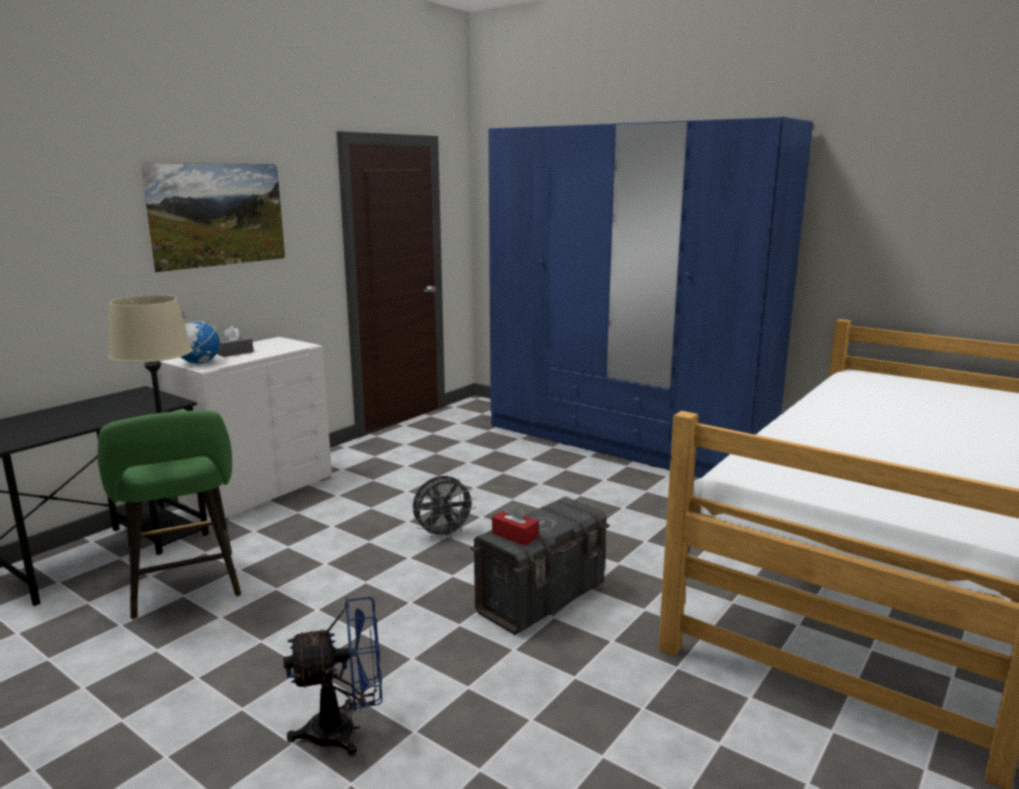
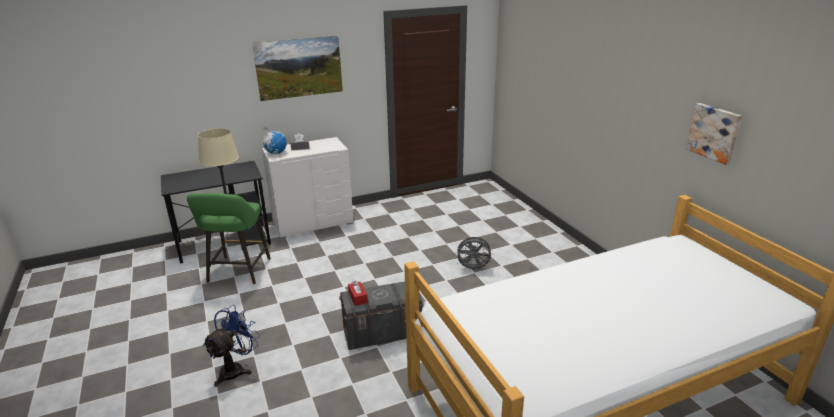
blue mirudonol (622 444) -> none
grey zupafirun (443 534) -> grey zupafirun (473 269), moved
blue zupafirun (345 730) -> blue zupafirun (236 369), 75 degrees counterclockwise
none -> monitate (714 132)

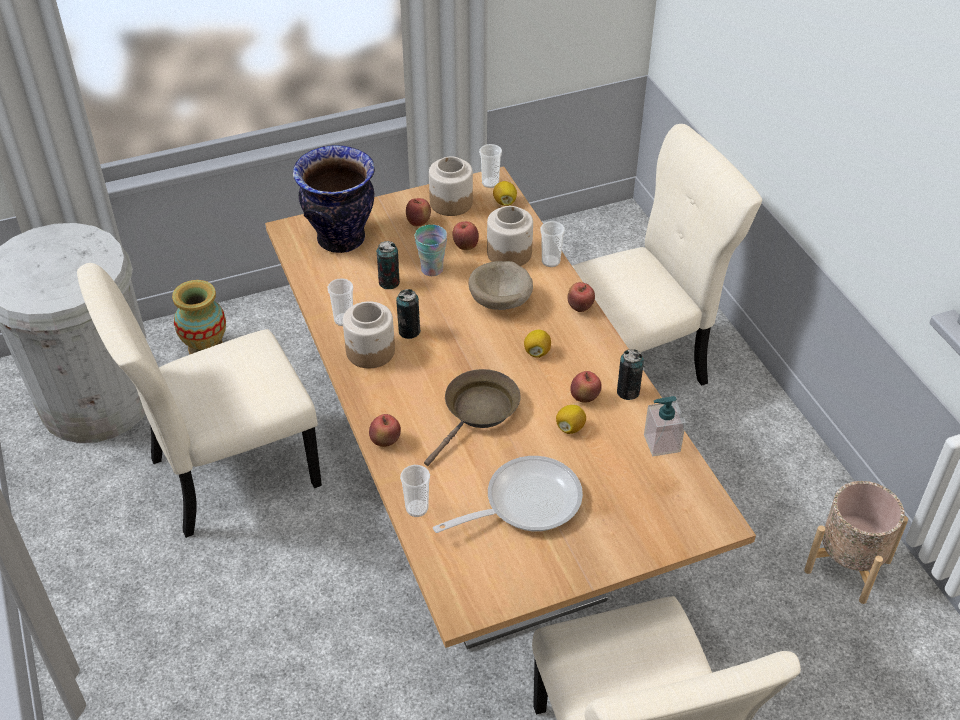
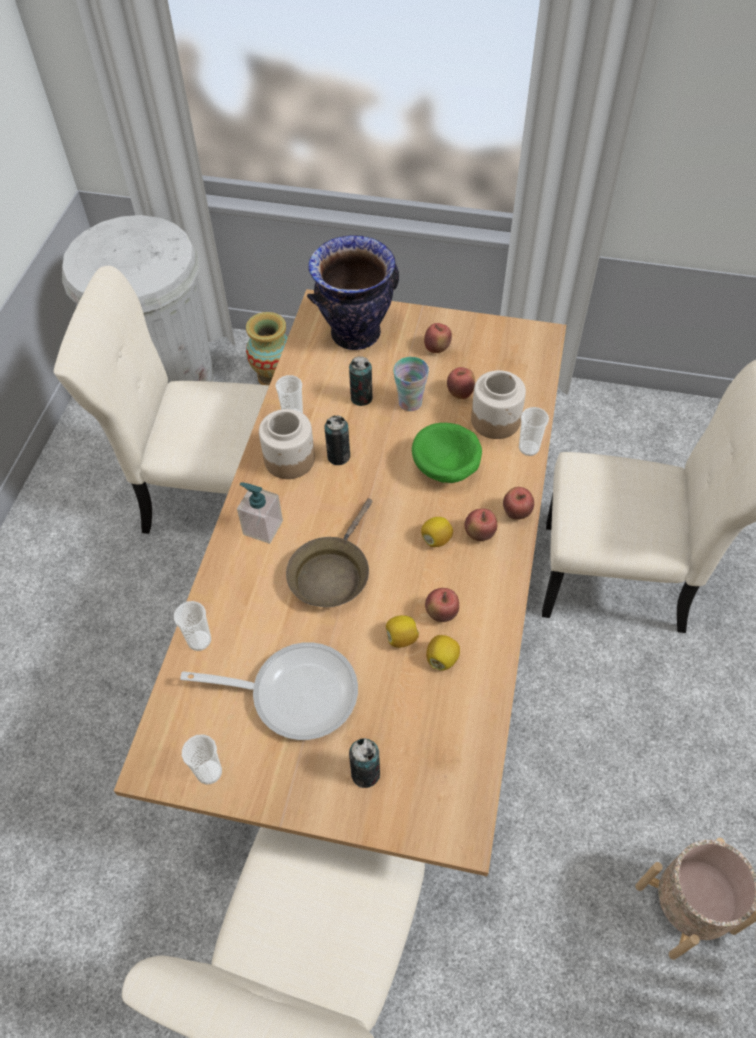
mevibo (490 183) -> mevibo (209 772), moved
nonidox (451 202) -> none
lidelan (505 202) -> lidelan (442 658), moved
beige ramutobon (501 302) -> green ramutobon (446 469)
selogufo (628 392) -> selogufo (365 774), moved
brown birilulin (478 412) -> brown birilulin (331 573), 135 degrees clockwise
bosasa (661 443) -> bosasa (262 527), moved
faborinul (385 441) -> faborinul (479 534), moved

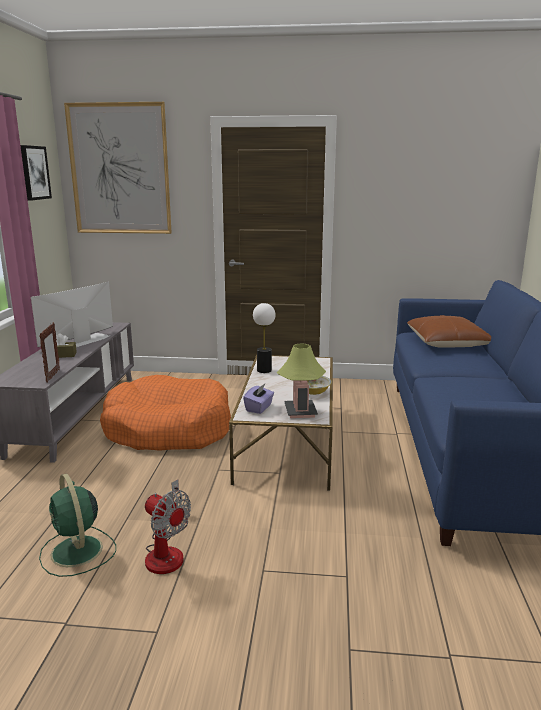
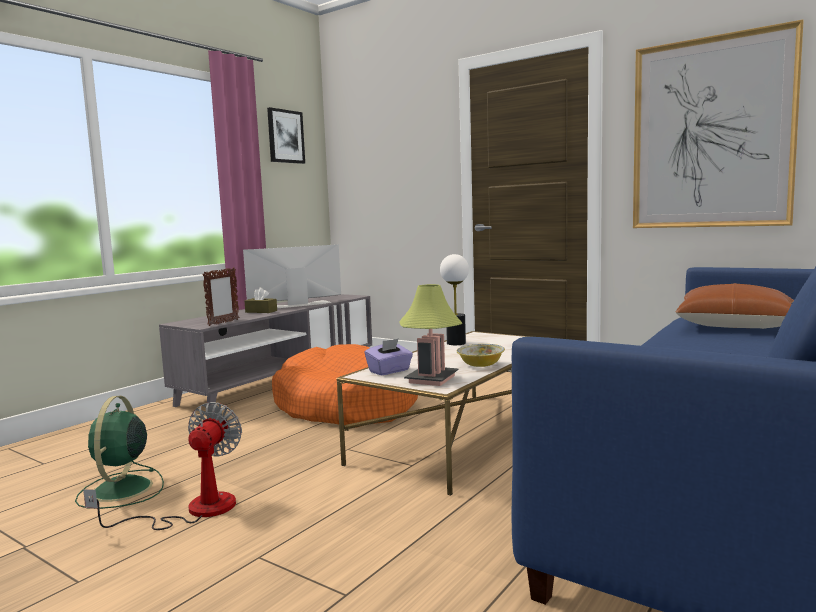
monitate (120 169) -> monitate (711 133), moved
zupafirun (167 551) -> zupafirun (193 511), 150 degrees counterclockwise

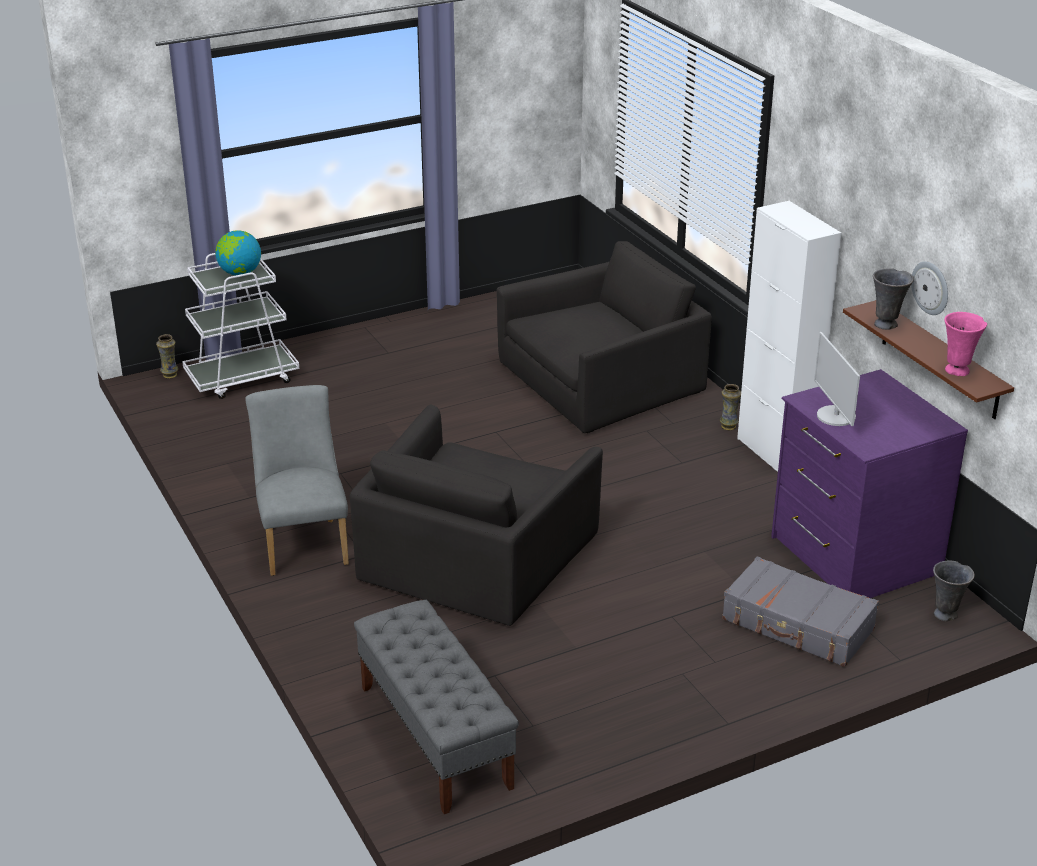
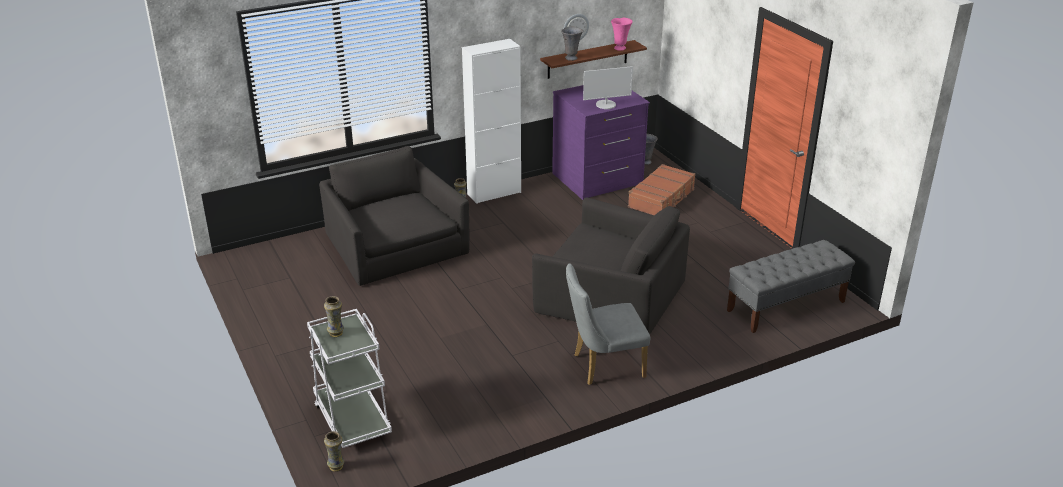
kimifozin (240 273) -> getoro (336 333)
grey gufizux (797 625) -> brown gufizux (662 198)

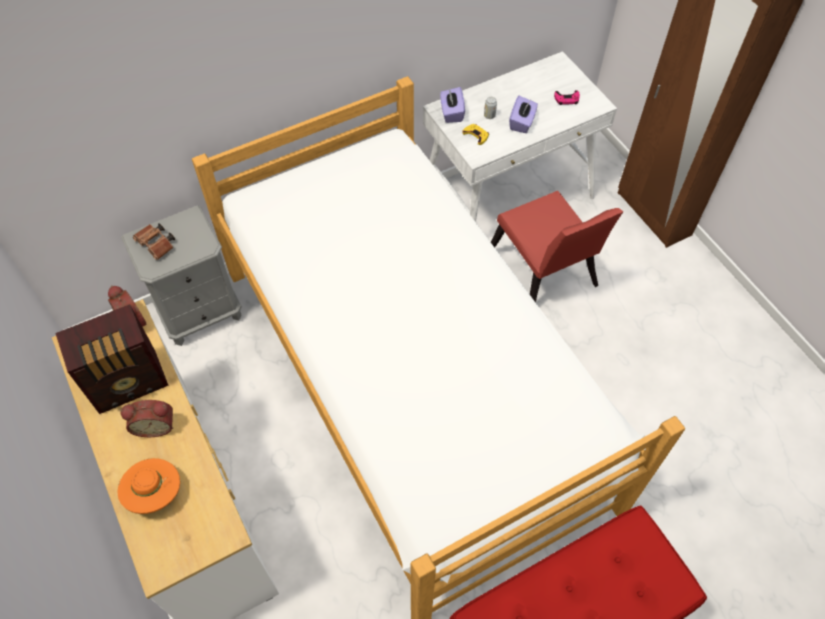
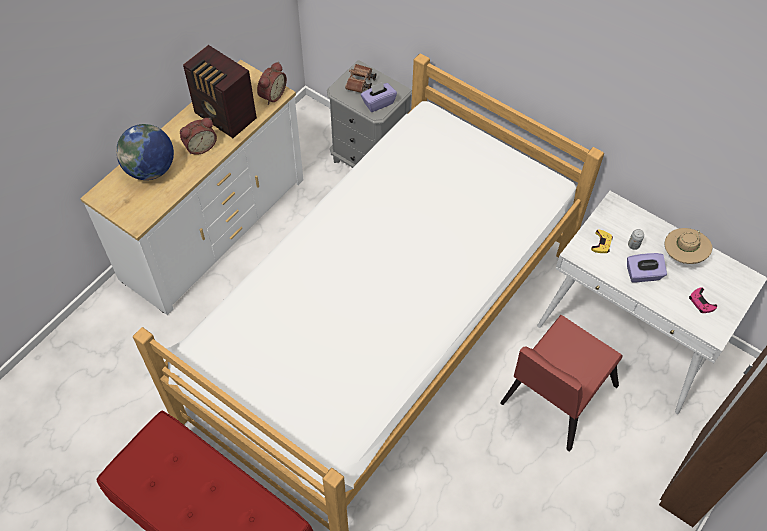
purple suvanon (451 113) -> purple suvanon (378 103), moved
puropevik (155 425) -> puropevik (200 146), 90 degrees counterclockwise
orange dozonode (155 493) -> kimifozin (150 169)
none -> beige dozonode (683 255)

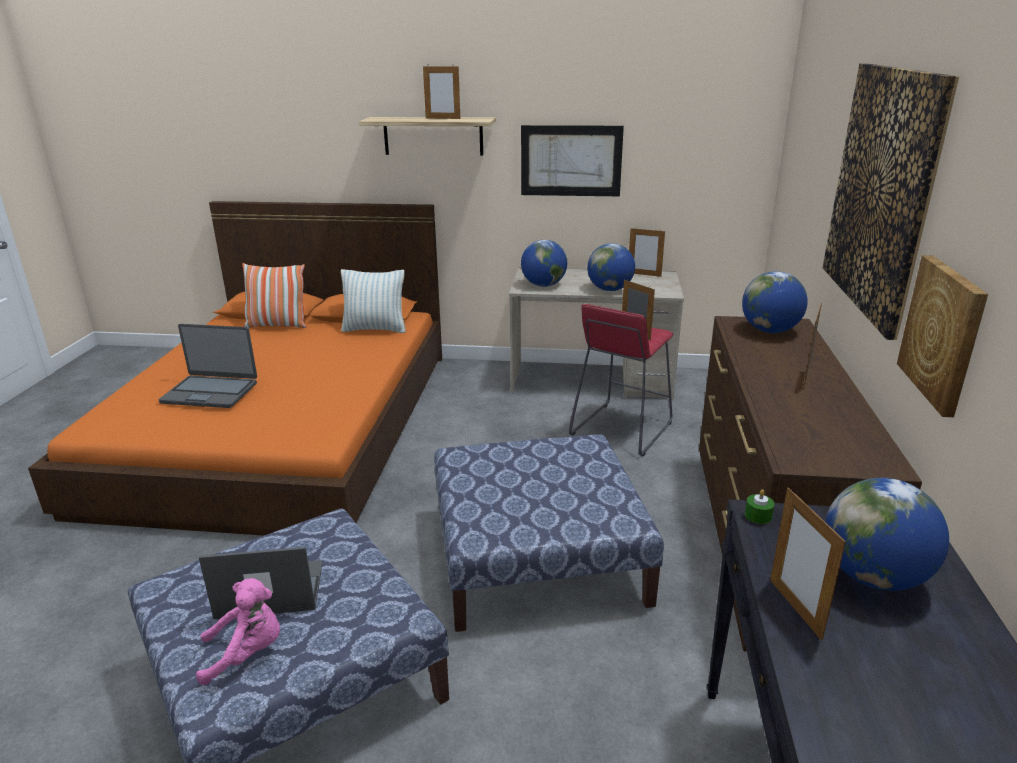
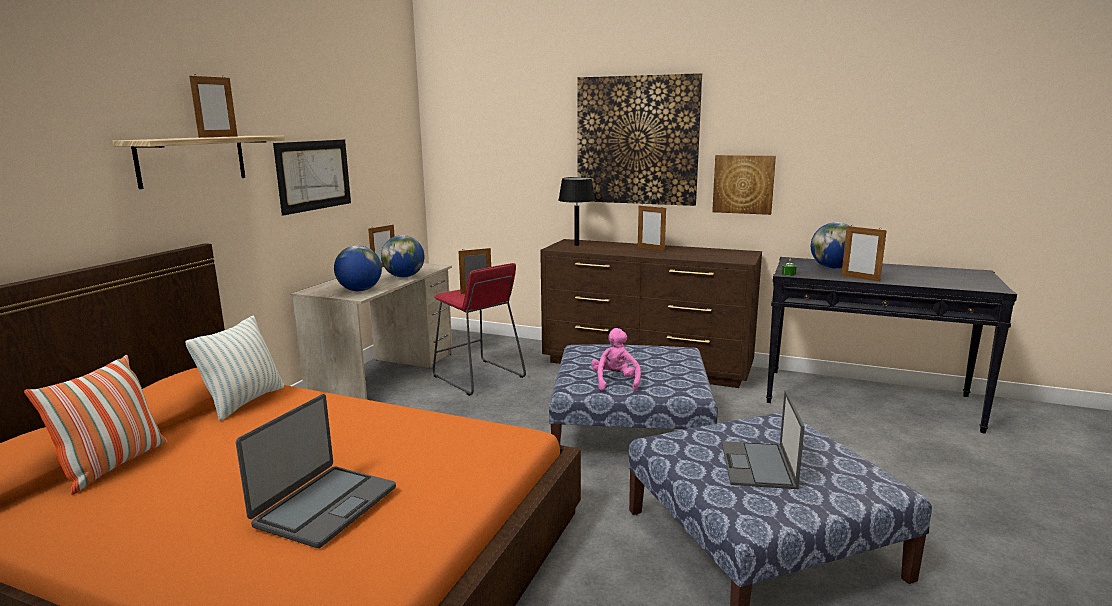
kimifozin (770 331) -> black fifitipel (577 245)
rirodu (795 608) -> rirodu (860 278), 45 degrees clockwise
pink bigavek (247 653) -> pink bigavek (615 382), moved

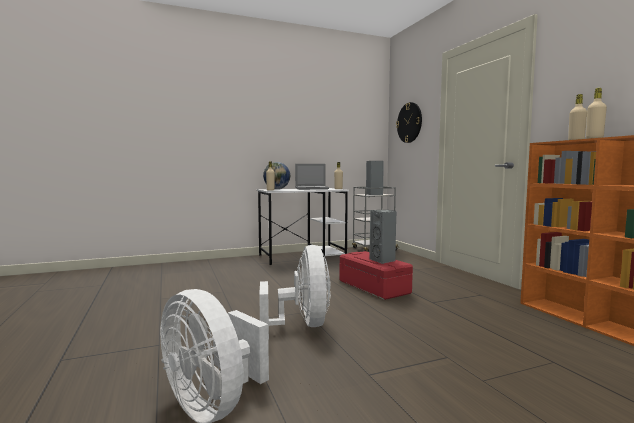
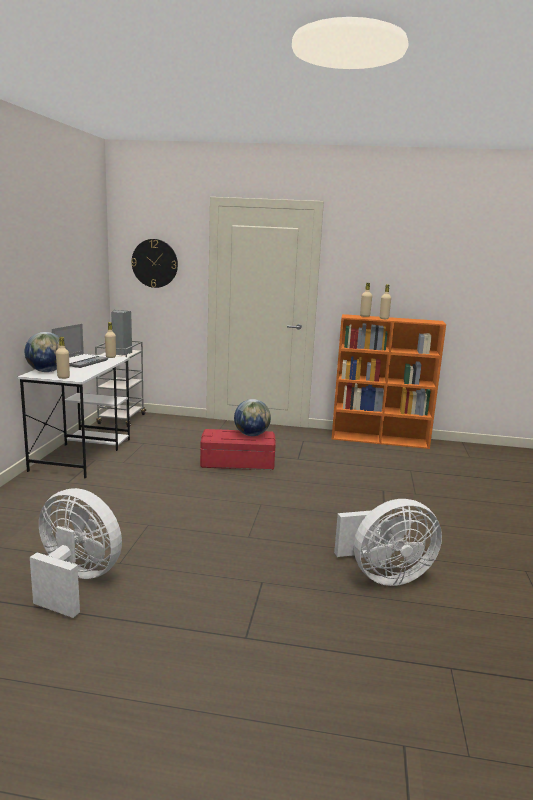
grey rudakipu (383 260) -> kimifozin (251 435)
white zupafirun (302 325) -> white zupafirun (76 582), moved

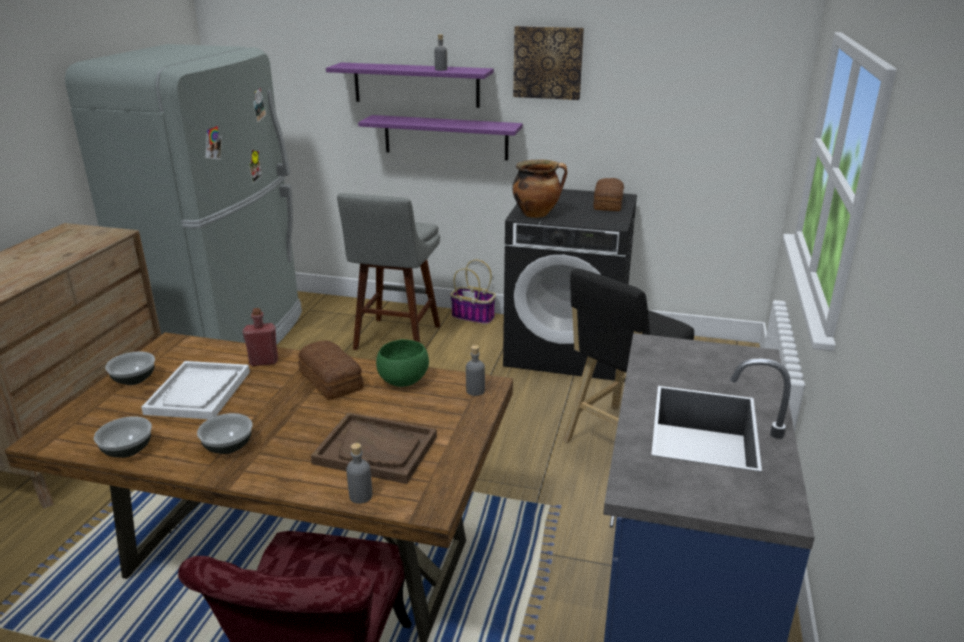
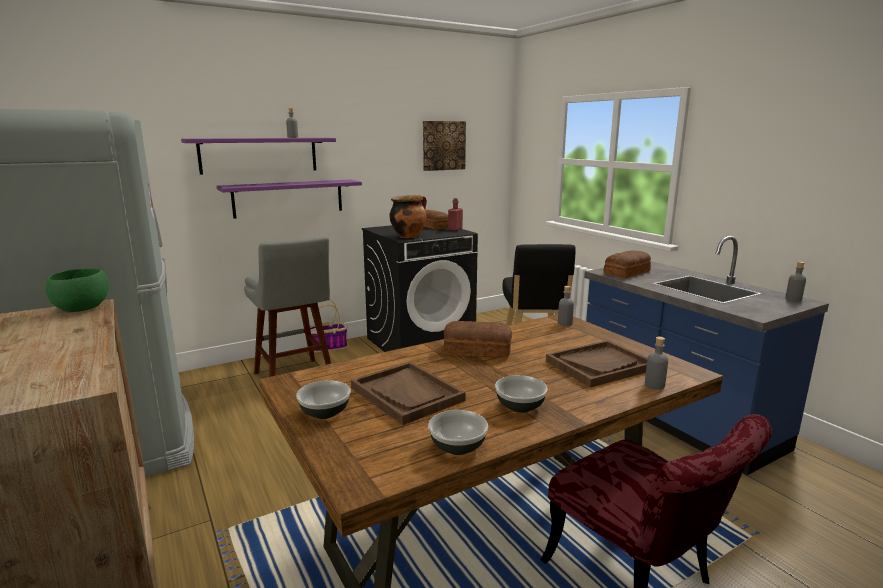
monitate (548 62) -> monitate (443 145), moved
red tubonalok (264 361) -> red tubonalok (455 229), moved
green ramutobon (402 381) -> green ramutobon (82 309), moved
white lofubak (199 392) -> brown lofubak (407 394)
none -> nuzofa (628 273)
none -> grey tubonalok (793 299)

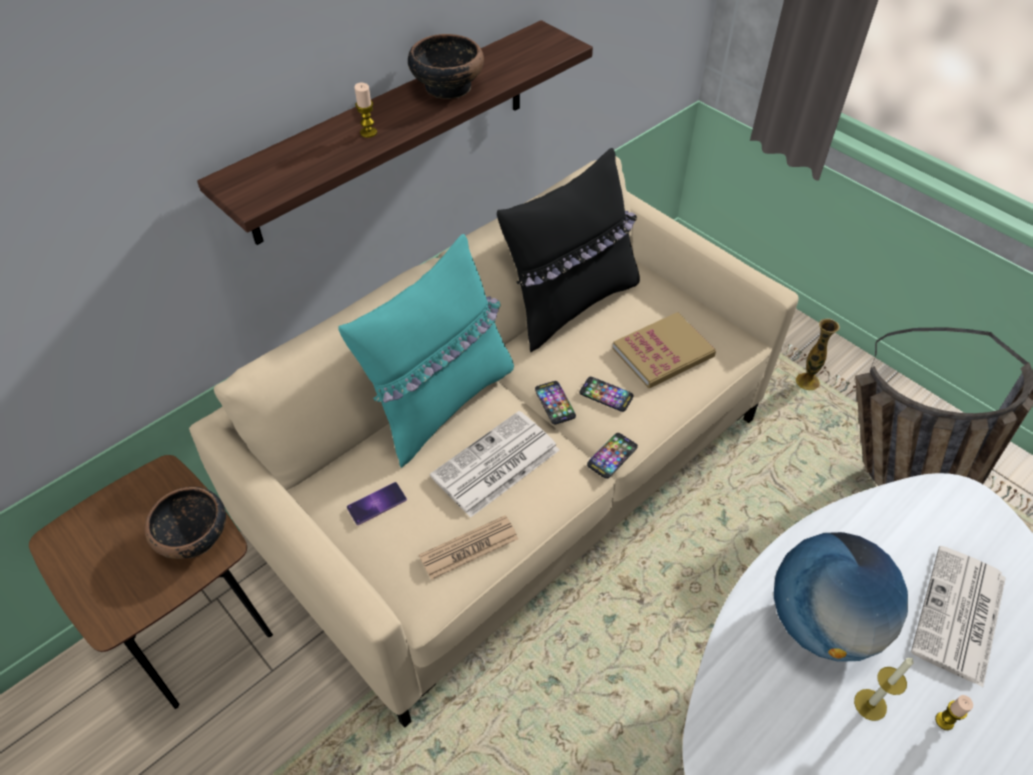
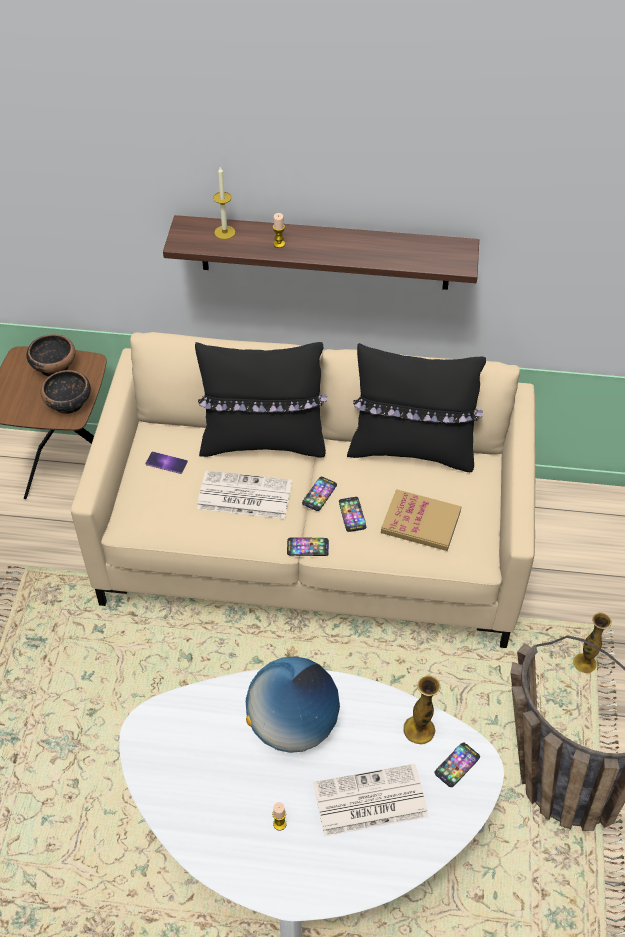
ramutobon (447 86) -> ramutobon (54 366), moved
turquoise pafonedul (441 402) -> black pafonedul (263 441)
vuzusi (469 548) -> none
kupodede (870 704) -> kupodede (224 232), moved
none -> getoro (419 730)
none -> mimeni (457 765)

